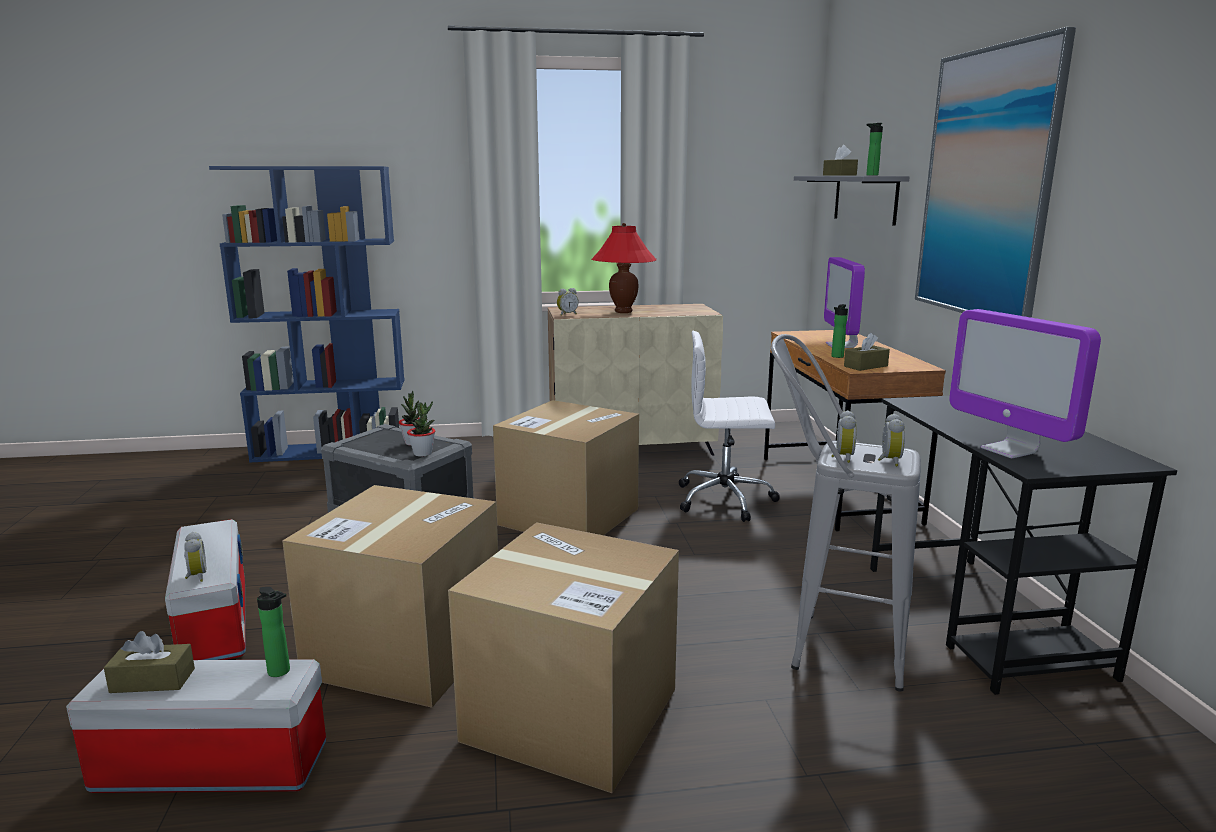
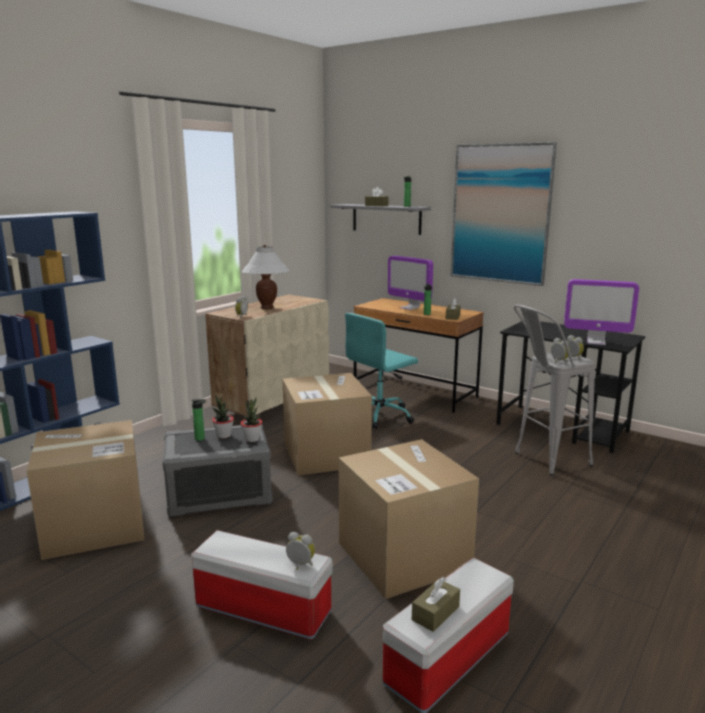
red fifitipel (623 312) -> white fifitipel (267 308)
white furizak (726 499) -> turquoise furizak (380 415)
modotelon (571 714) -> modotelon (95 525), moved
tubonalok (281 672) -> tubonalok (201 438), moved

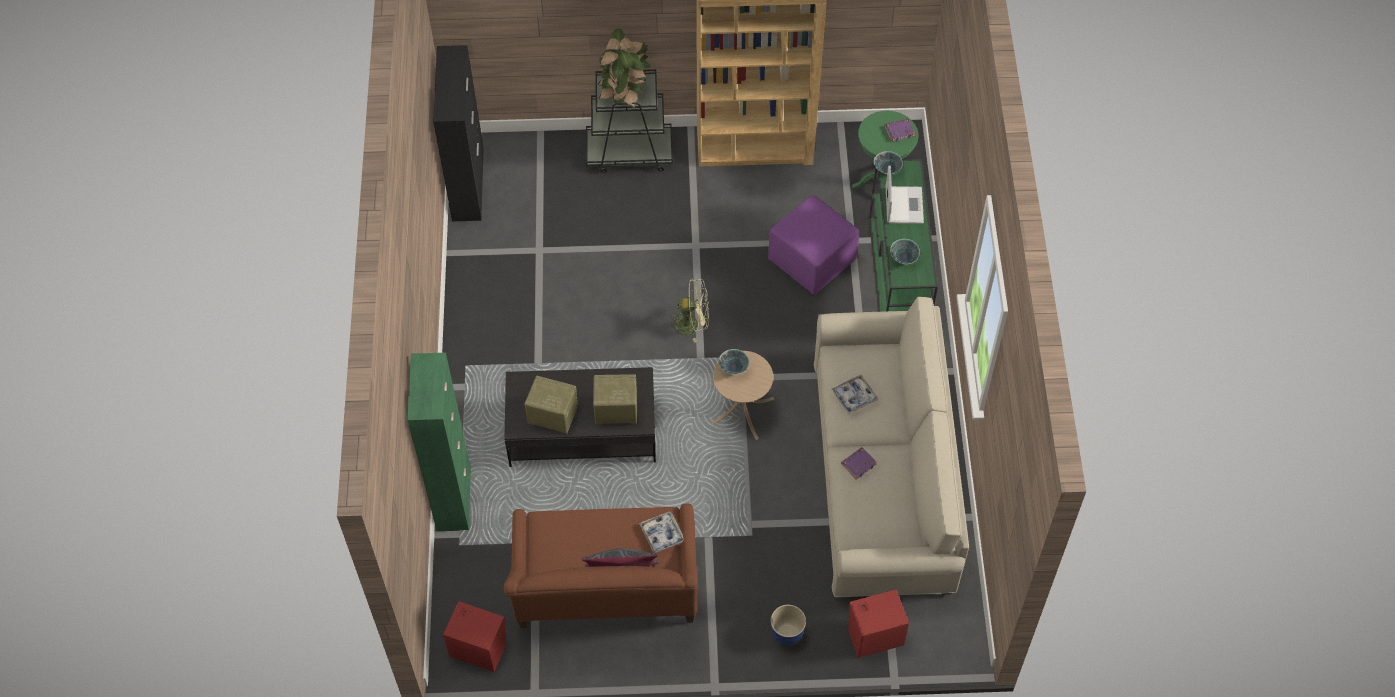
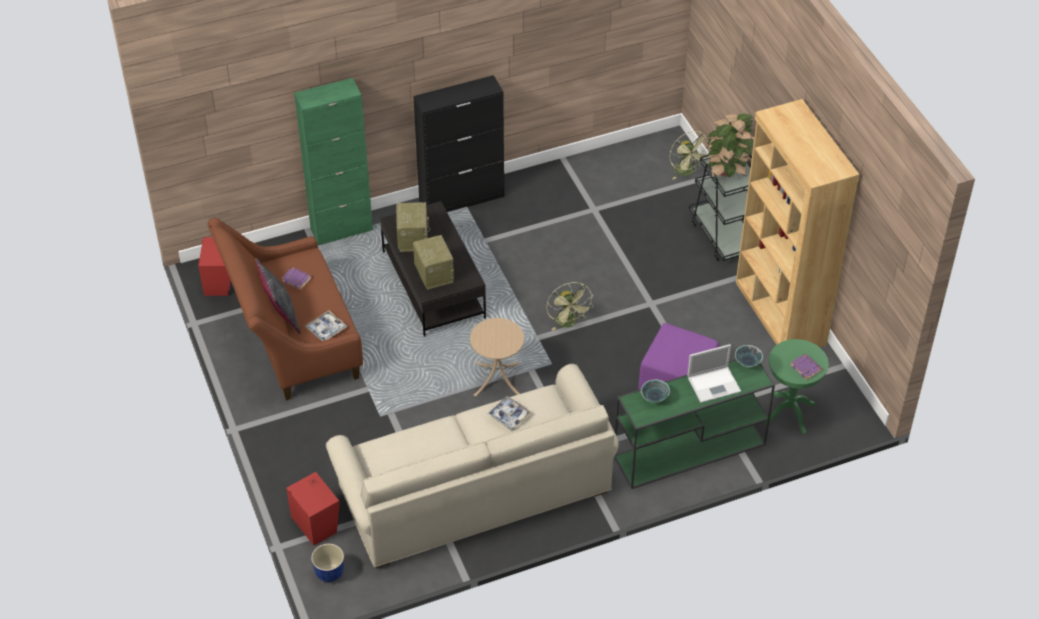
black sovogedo (468 183) -> black sovogedo (462 199), moved
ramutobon (734 368) -> none
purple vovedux (858 464) -> purple vovedux (297 279), moved
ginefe (787 634) -> ginefe (329 573), moved
none -> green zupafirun (687 172)

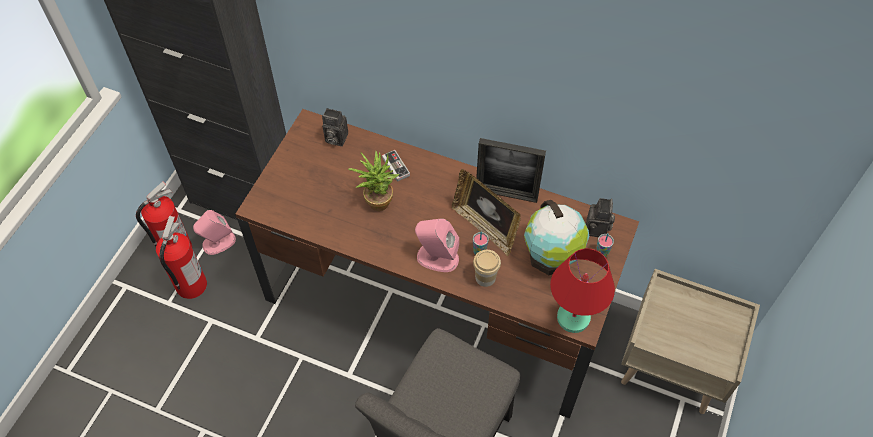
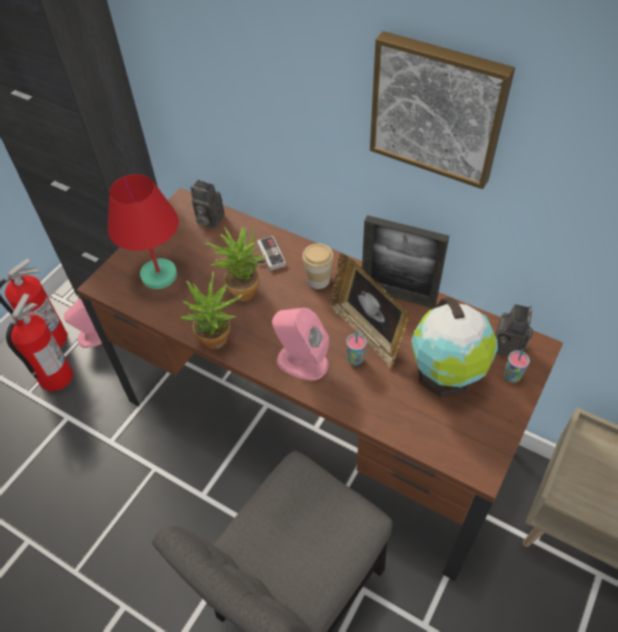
red fifitipel (572 318) -> red fifitipel (158 275), moved
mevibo (485 277) -> mevibo (318 280), moved
none -> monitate (438 108)
none -> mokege (219 341)

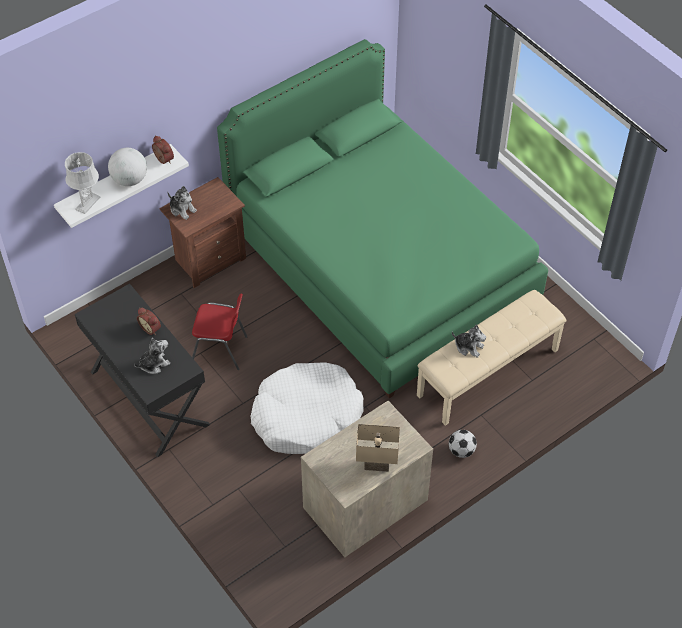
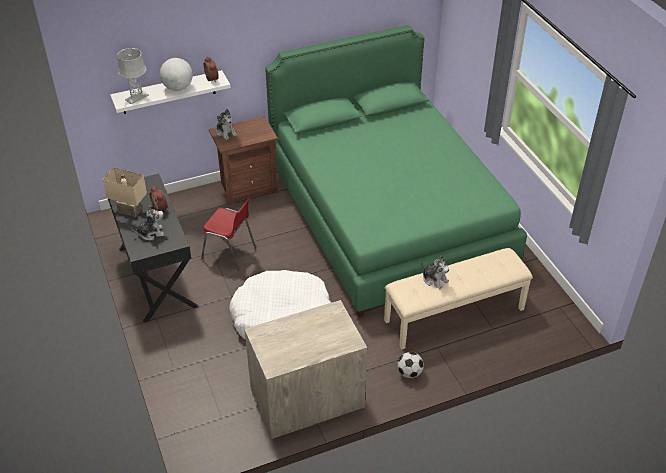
beige fifitipel (377 463) -> beige fifitipel (130 210), moved

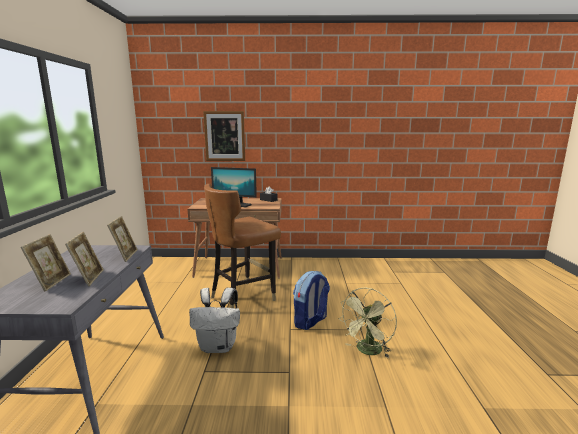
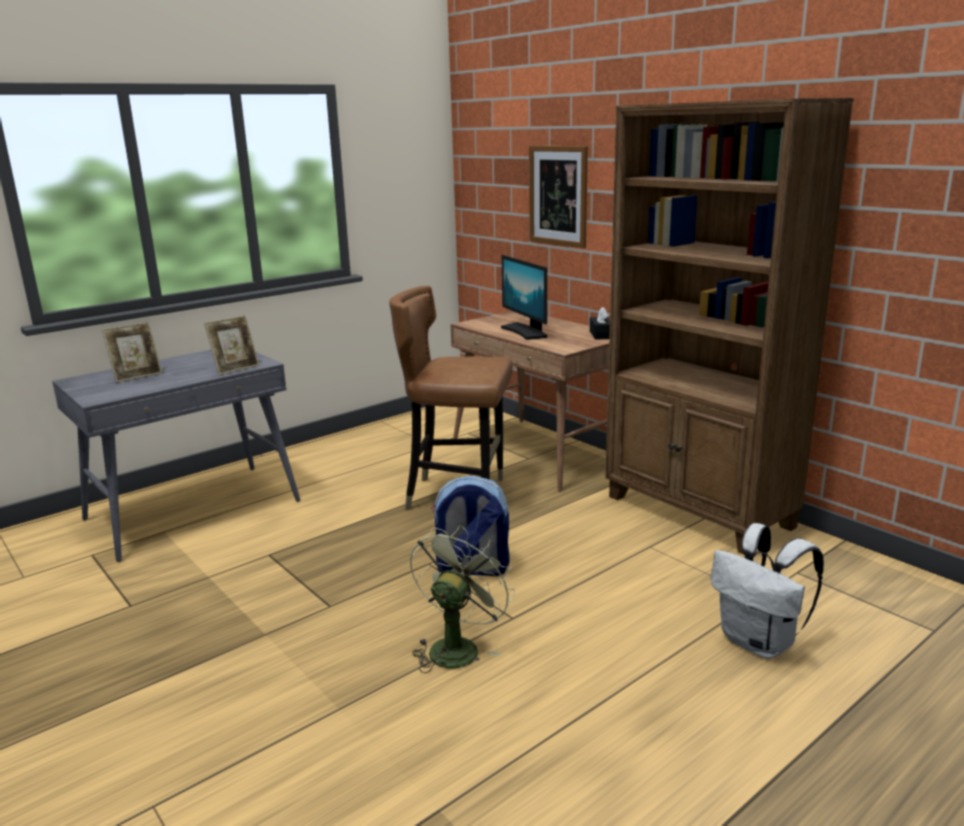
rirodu (89 278) -> none
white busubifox (218 346) -> white busubifox (760 642), moved
green zupafirun (367 351) -> green zupafirun (457 646), 120 degrees clockwise
none -> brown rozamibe (699 512)

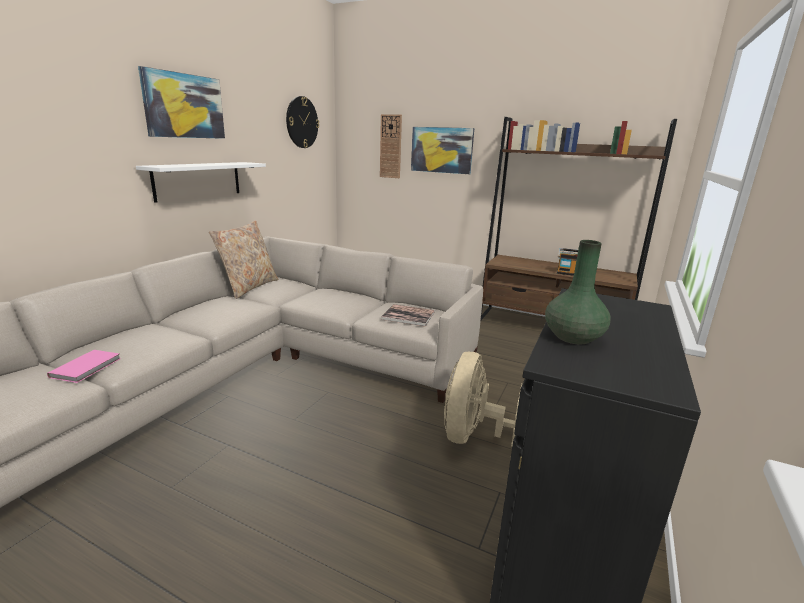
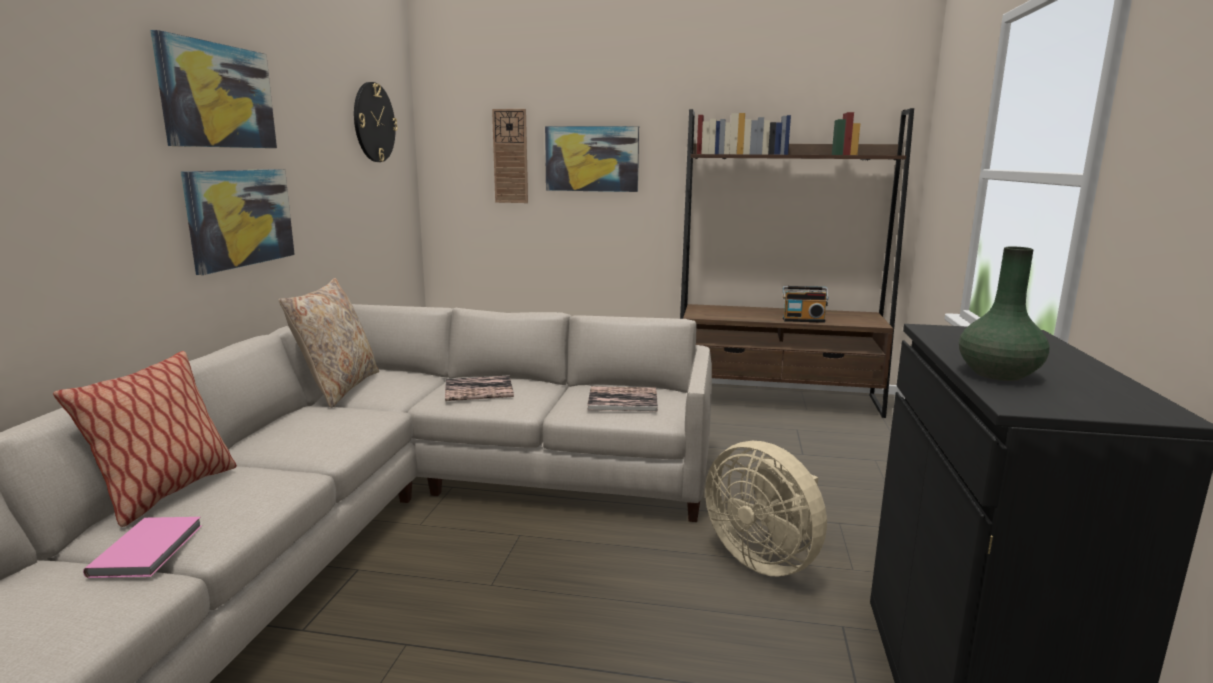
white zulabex (198 180) -> monitate (240 217)
beige zupafirun (474 435) -> beige zupafirun (764 558), 45 degrees counterclockwise
none -> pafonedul (167 493)
none -> vovedux (479 390)

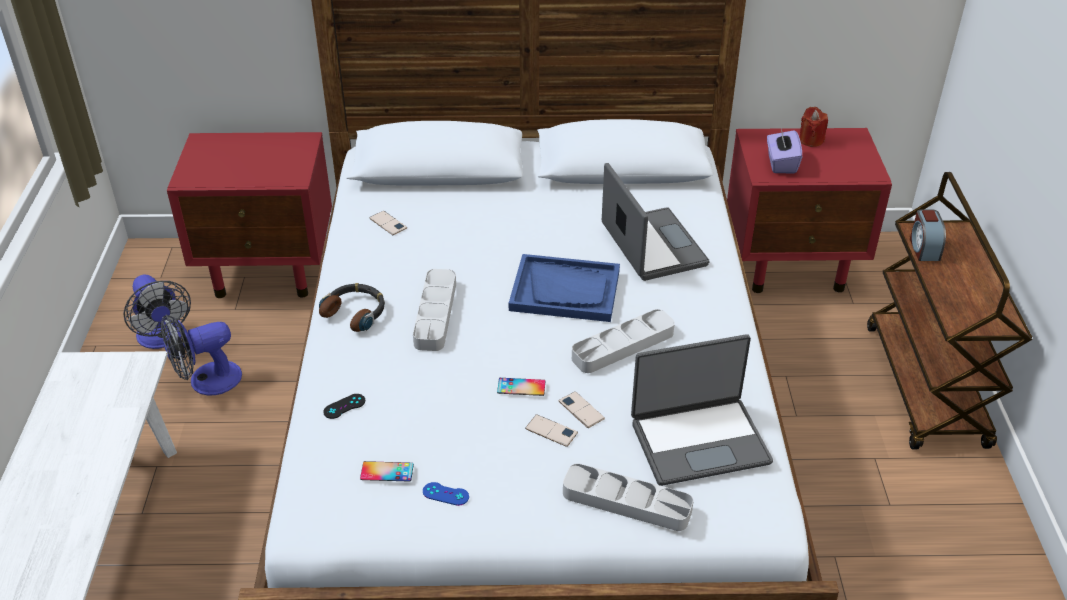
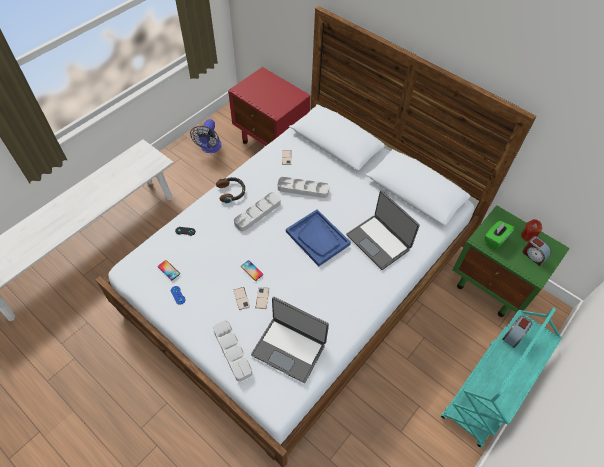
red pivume (792 265) -> green pivume (491 286)
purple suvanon (781 163) -> green suvanon (495 239)
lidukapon (651 246) -> lidukapon (379 241), 120 degrees clockwise
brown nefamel (926 387) -> turquoise nefamel (485 393)
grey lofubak (623 346) -> grey lofubak (303 189), moved
zupafirun (206 381) -> none
none -> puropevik (533 255)

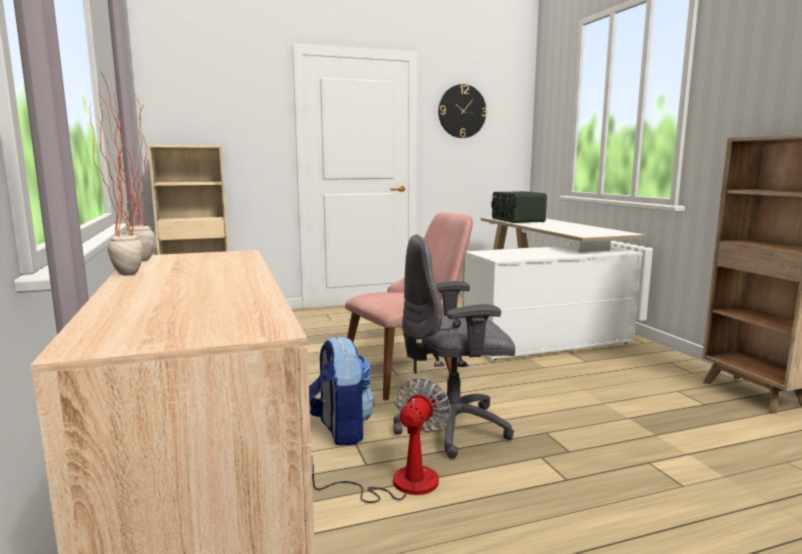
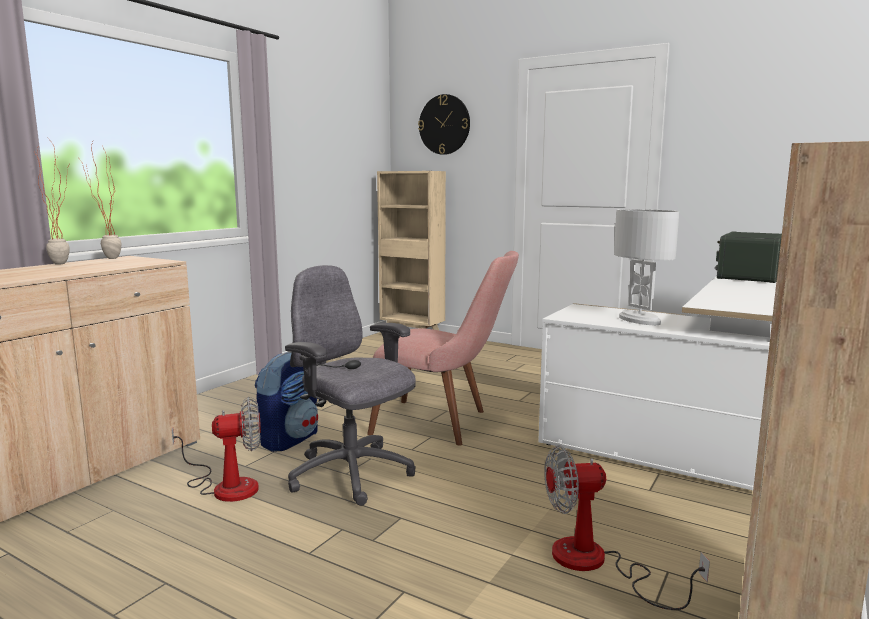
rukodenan (462 111) -> rukodenan (444 124), moved
none -> white fifitipel (638 320)
none -> zupafirun (596 564)

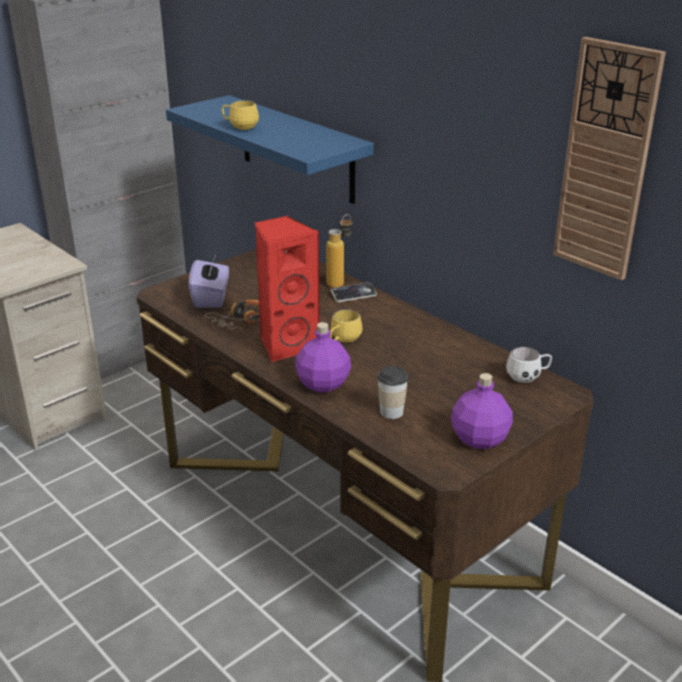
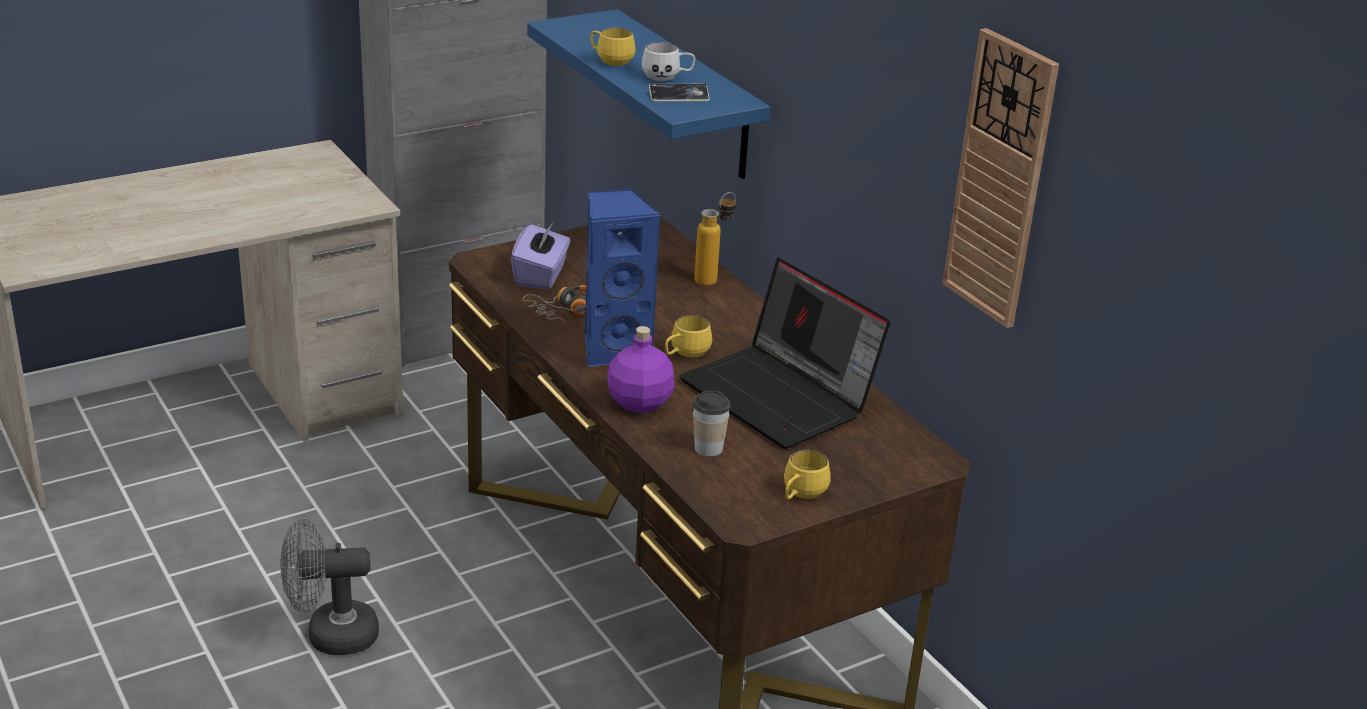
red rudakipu (287 345) -> blue rudakipu (614 349)
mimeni (353 295) -> mimeni (678 97), moved
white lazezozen (528 377) -> white lazezozen (667 78), moved
purple tubonalok (480 439) -> yellow lazezozen (800 496)
none -> lidukapon (781 396)
none -> grey zupafirun (330 635)

